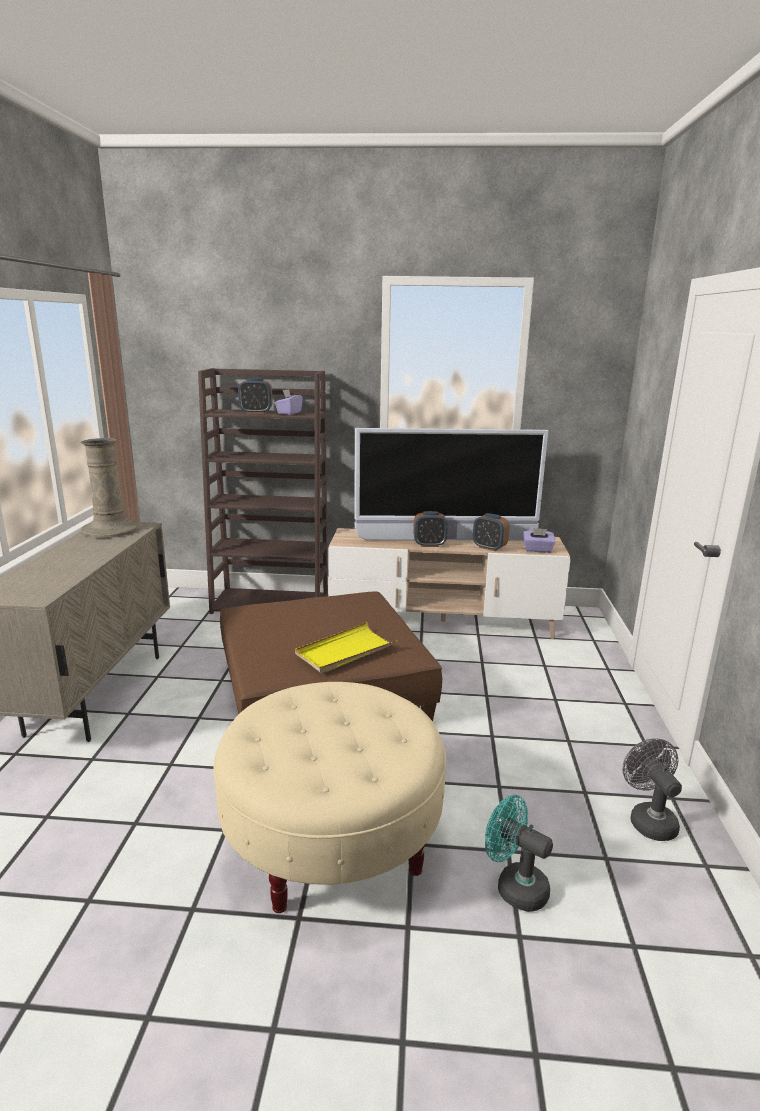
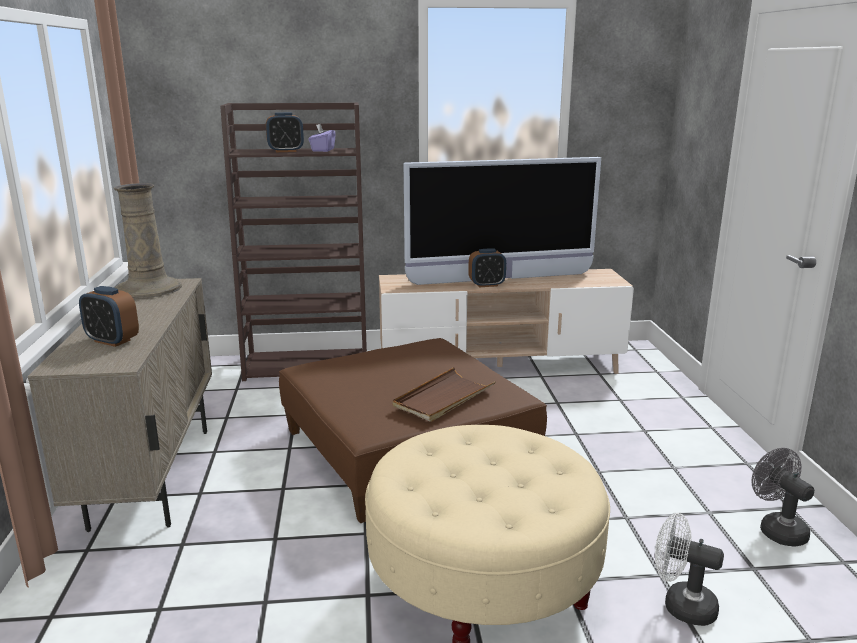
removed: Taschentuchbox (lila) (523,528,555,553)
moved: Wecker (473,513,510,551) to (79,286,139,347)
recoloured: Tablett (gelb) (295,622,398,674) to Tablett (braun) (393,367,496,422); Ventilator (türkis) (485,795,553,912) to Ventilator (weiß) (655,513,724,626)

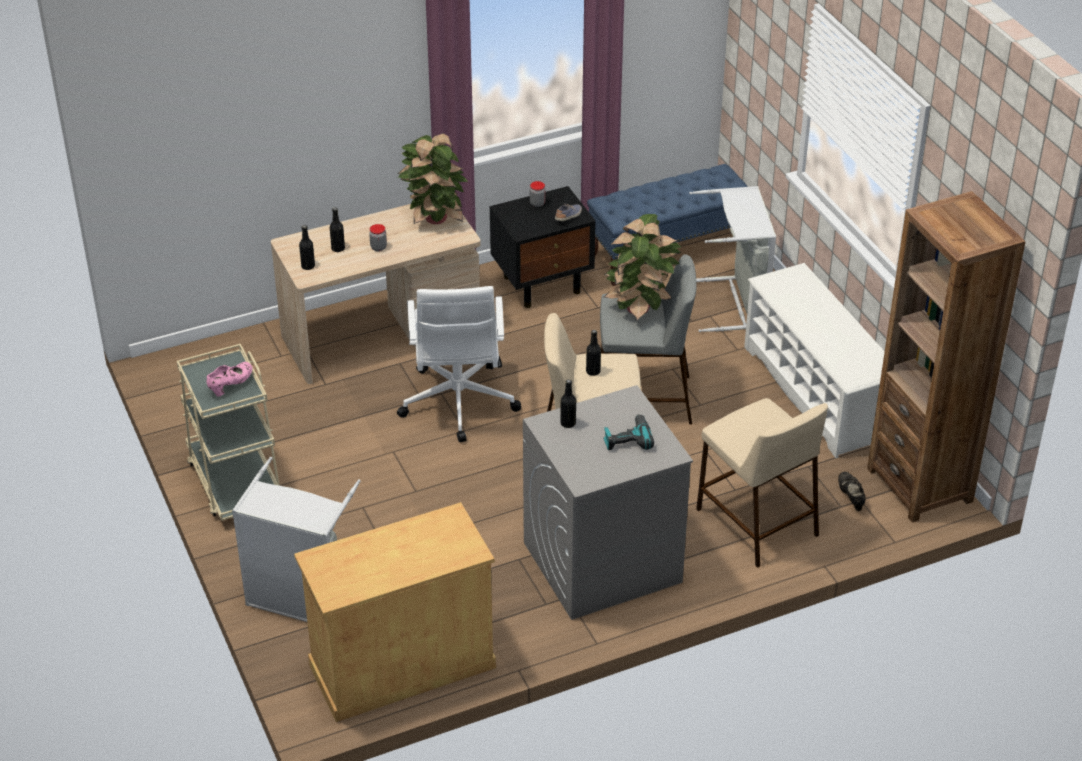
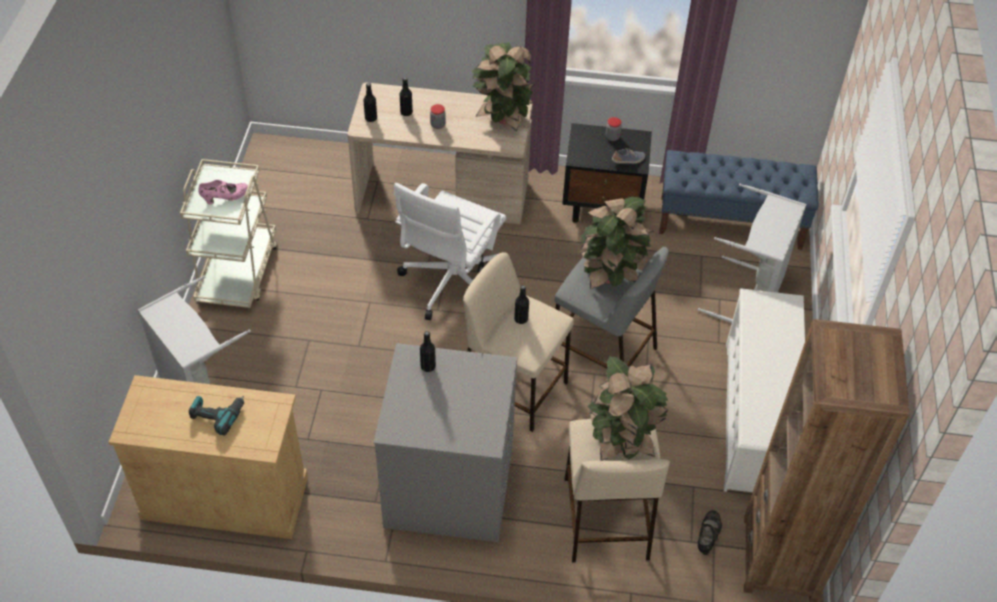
added: Topfpflanze (587,357,669,461)
moved: Bohrmaschine (603,413,654,450) to (189,396,244,435)

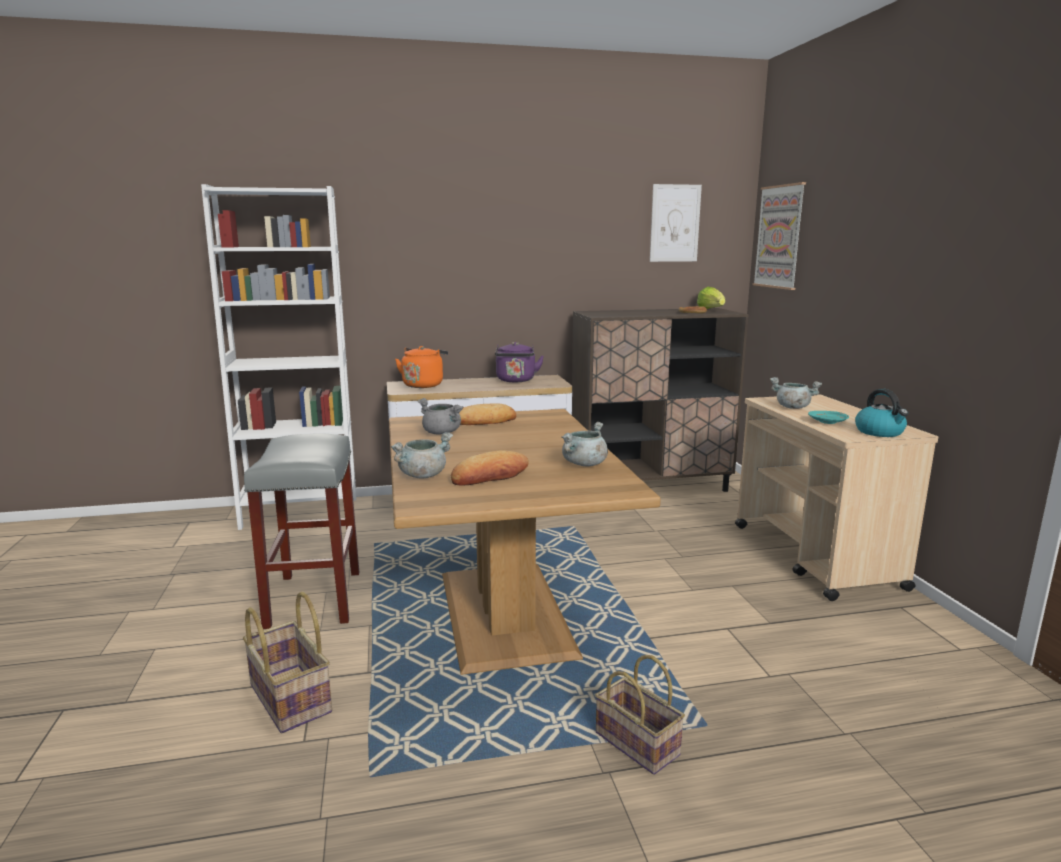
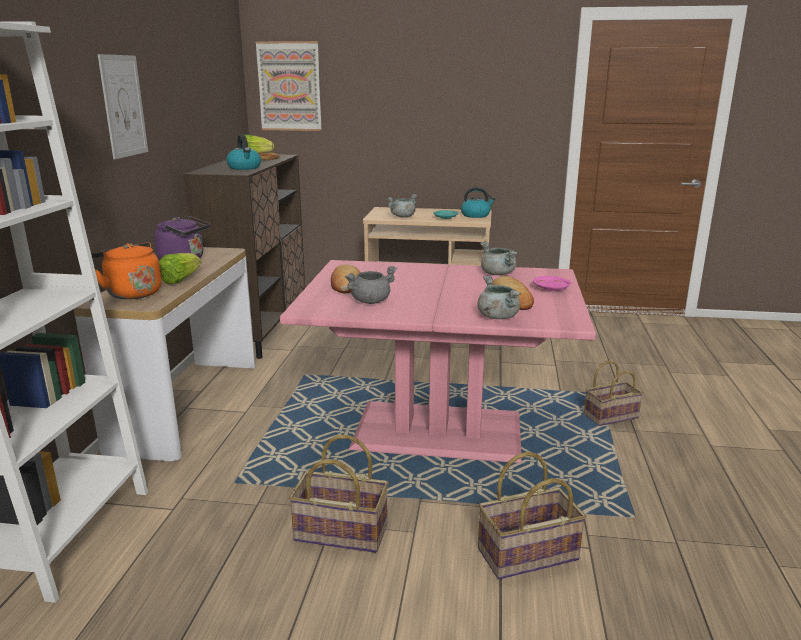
added: Salatkopf (159,253,201,284); Wasserkessel (226,135,261,170); Teller (rosa) (533,276,571,291)
moved: Bild (650,184,702,262) to (98,54,148,159)
replaced: Hocker (grau) (244,433,359,629) to Korb (289,435,389,553)
recoloured: Esstisch (braun) (389,409,661,675) to Esstisch (rosa) (280,260,596,463)

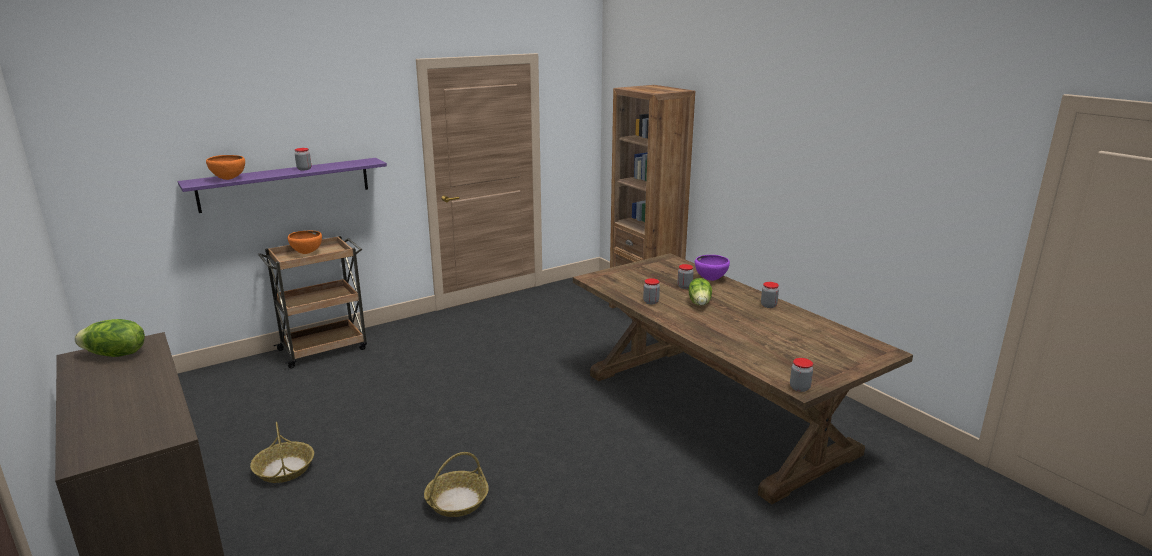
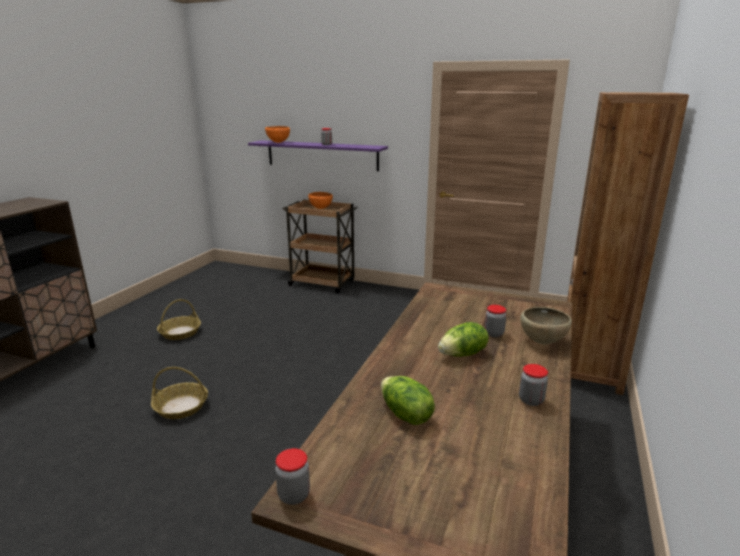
removed: Vorratsglas (643,278,660,304)
moved: Salatkopf (75,319,145,357) to (381,376,435,425)
recoloured: Schüssel (lila) (695,255,730,281) to Schüssel (braun) (520,307,572,345)

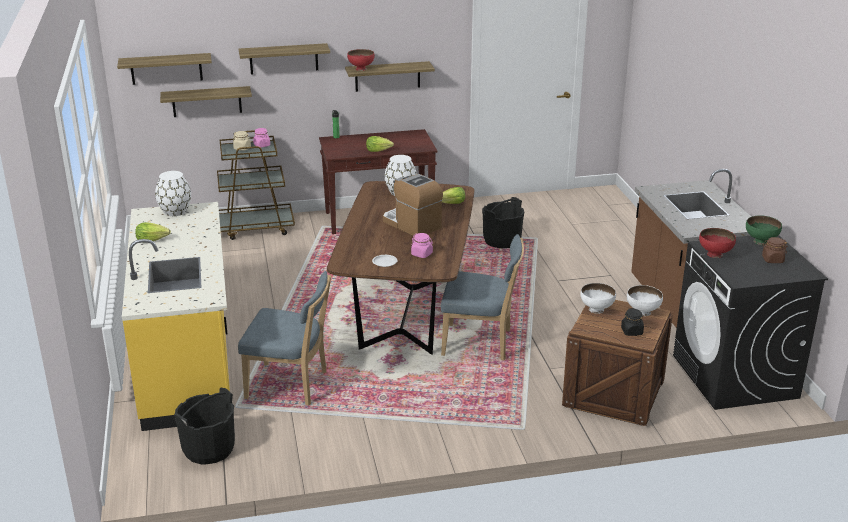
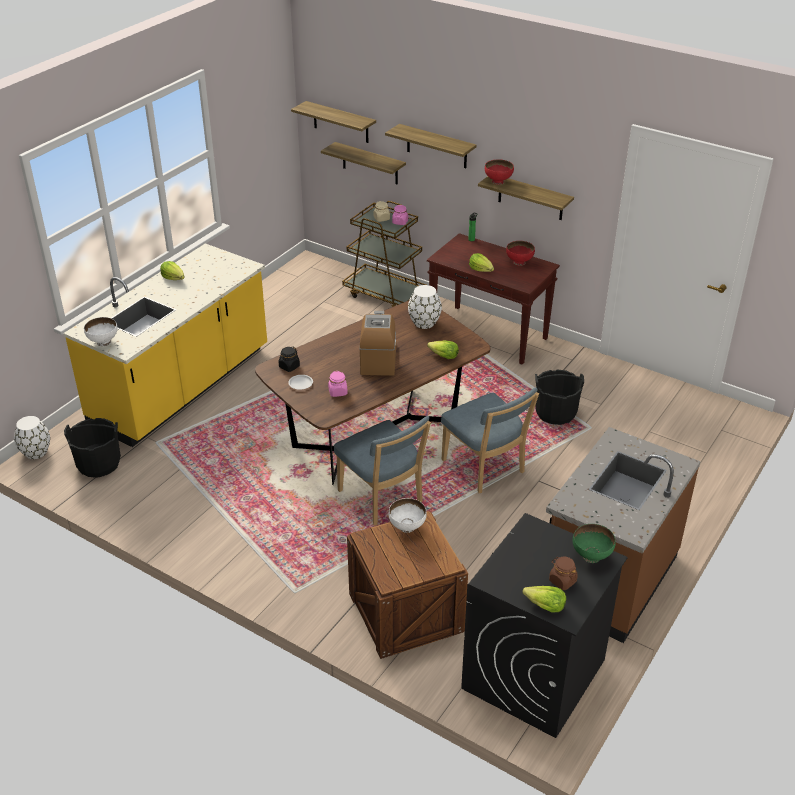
added: Salatkopf (522,586,566,613)
moved: Vase (weiß) (155,171,191,216) to (14,416,50,459); Schüssel (weiß) (627,285,663,316) to (84,317,118,346); Vorratsglas (schwarz) (621,308,644,336) to (279,346,300,372); Stuhl (blau) (238,271,331,406) to (441,388,539,493); Schüssel (rot) (699,228,736,258) to (506,241,535,266)

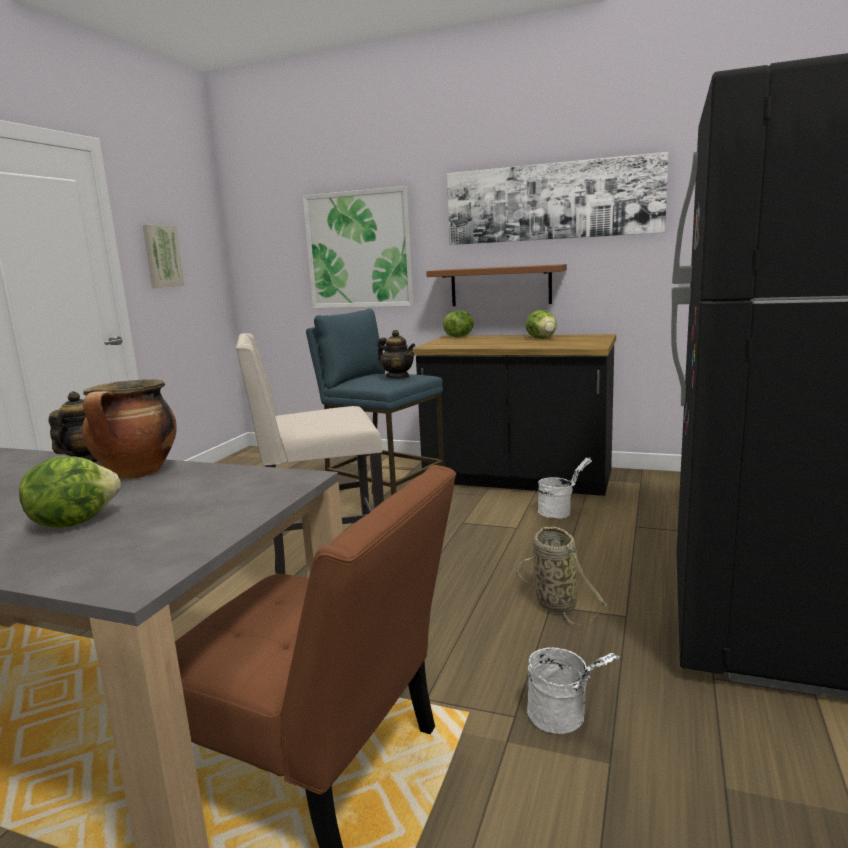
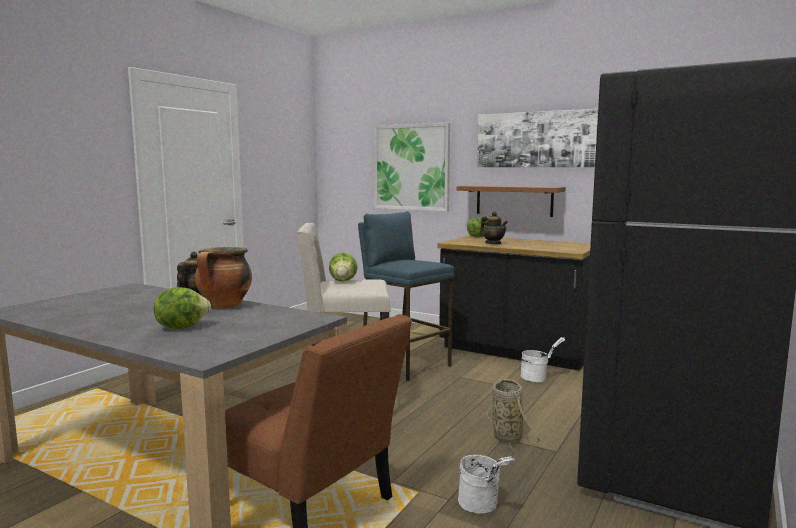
removed: Bild (143,225,185,288)
moved: Salatkopf (525,310,557,339) to (329,253,358,282); Teekanne (378,330,415,378) to (480,211,508,244)

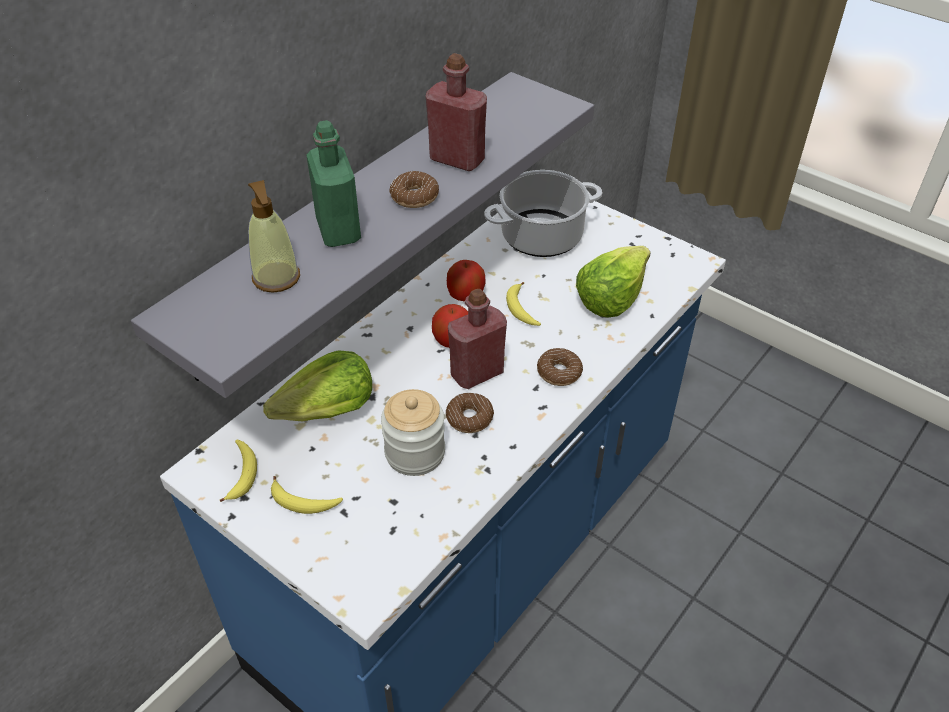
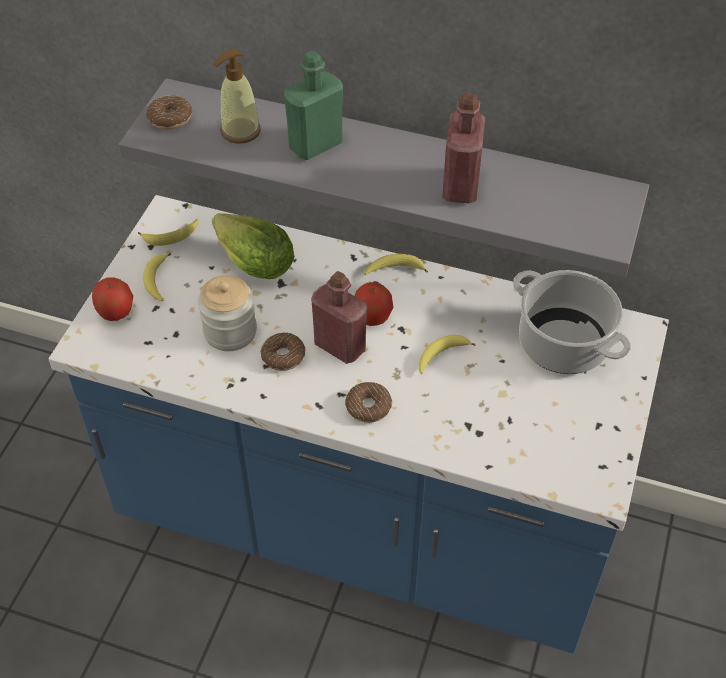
removed: Salatkopf (576,246,651,318)
added: Banane (364,254,428,275)
moved: Apfel (447,260,486,302) to (92,277,133,321); Donut (389,171,439,208) to (146,95,192,130)

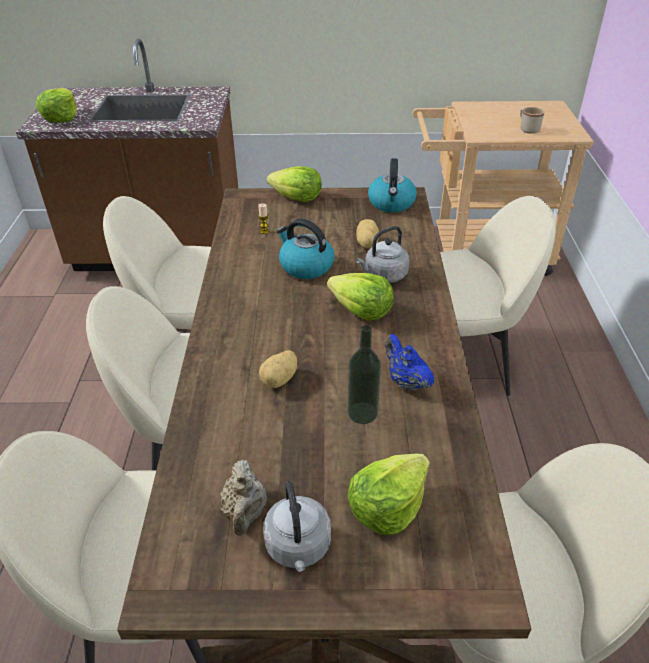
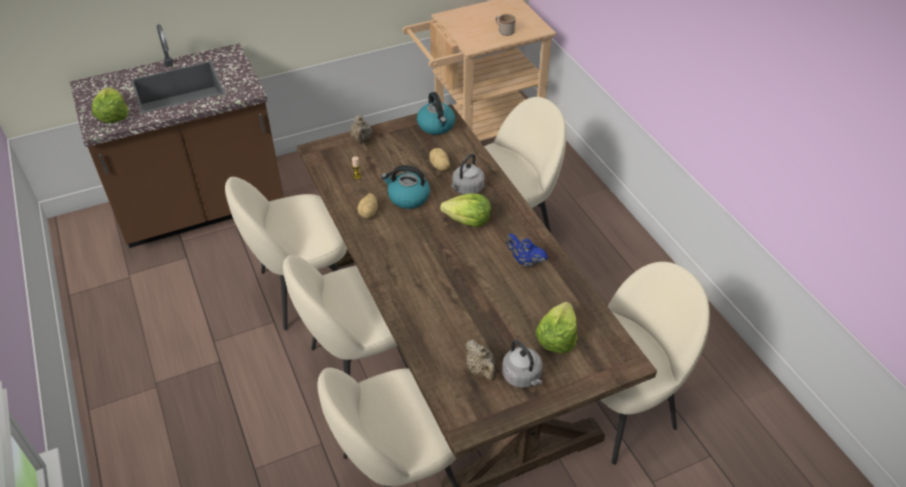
removed: Flasche (348,324,381,424)
moved: Kartoffel (259,350,297,388) to (357,193,378,218)
replaced: Salatkopf (267,166,322,202) to Teekanne (beige) (350,115,372,144)

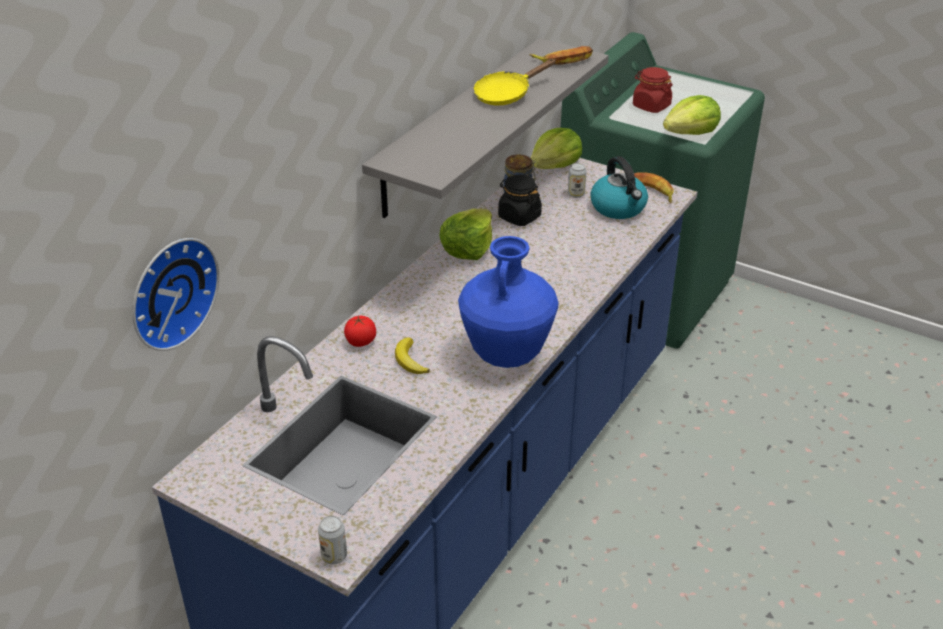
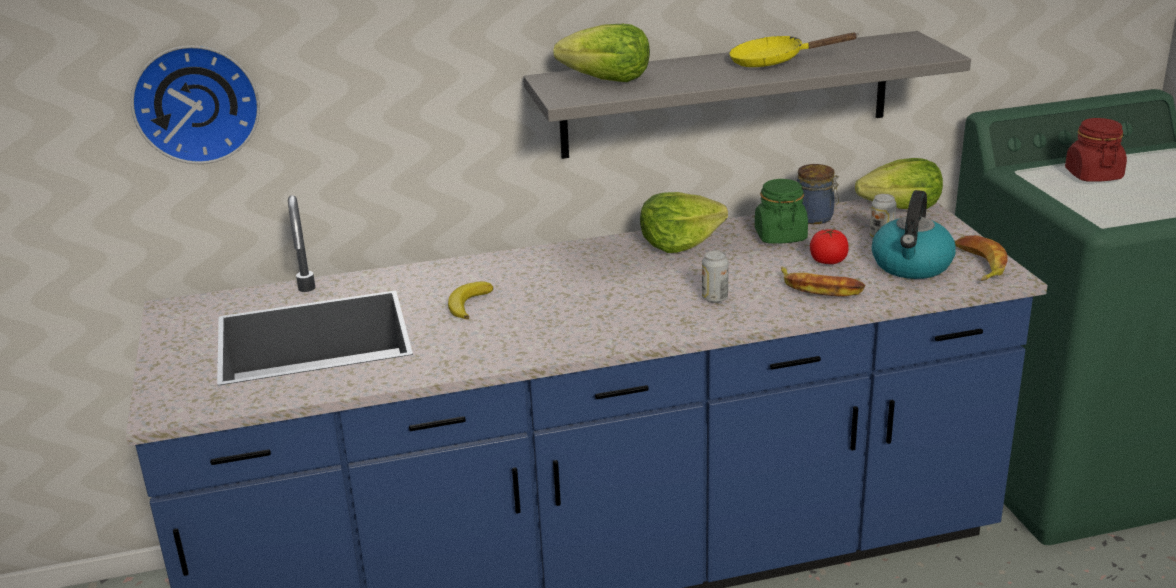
removed: Vase (blau) (458,236,559,368)
moved: Salatkopf (663,95,721,135) to (554,24,650,82); Dose (318,516,347,564) to (702,250,729,303); Banane (530,46,593,65) to (781,267,866,296); Tomate (344,316,376,347) to (810,229,849,264)
recoloured: Vorratsglas (schwarz) (498,175,542,226) to Vorratsglas (grün) (755,179,808,244)

